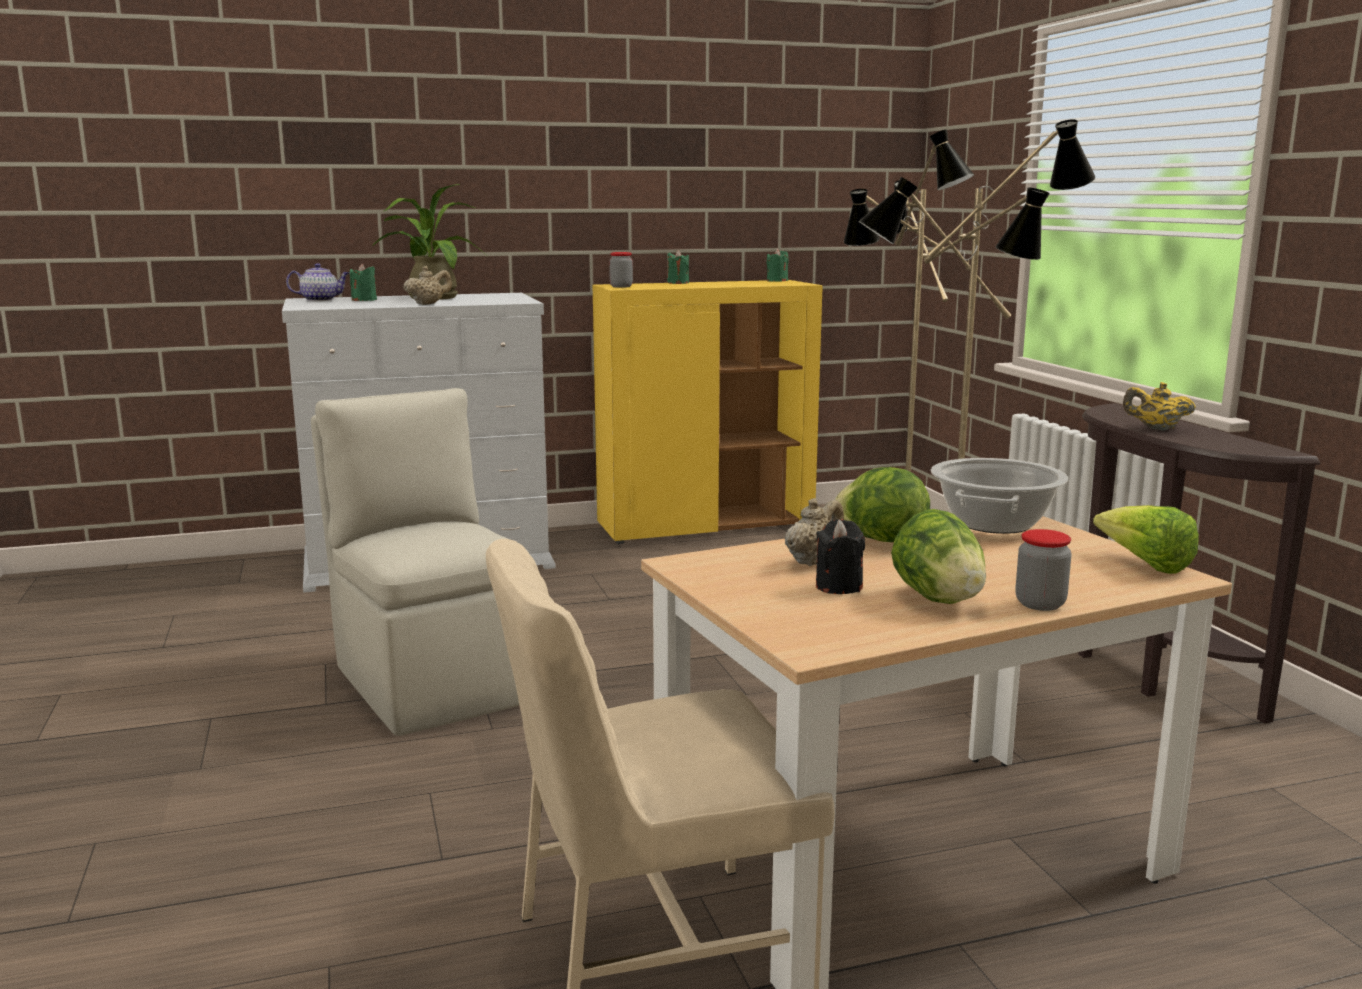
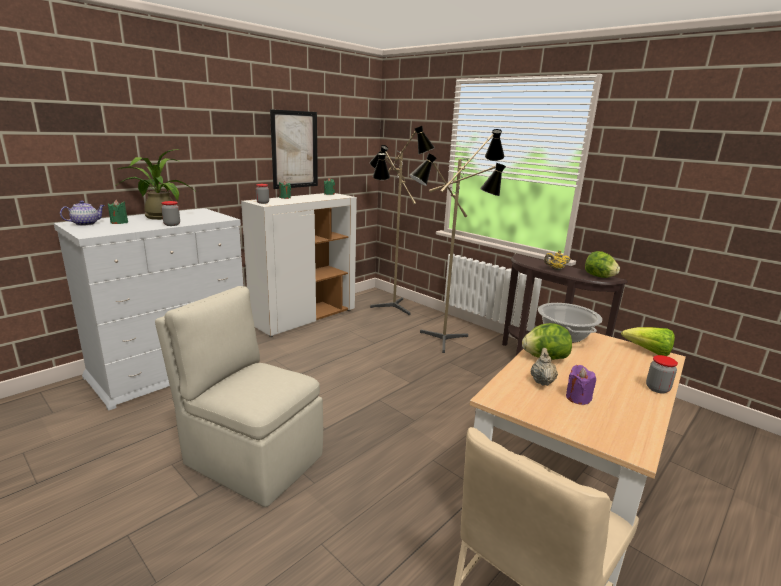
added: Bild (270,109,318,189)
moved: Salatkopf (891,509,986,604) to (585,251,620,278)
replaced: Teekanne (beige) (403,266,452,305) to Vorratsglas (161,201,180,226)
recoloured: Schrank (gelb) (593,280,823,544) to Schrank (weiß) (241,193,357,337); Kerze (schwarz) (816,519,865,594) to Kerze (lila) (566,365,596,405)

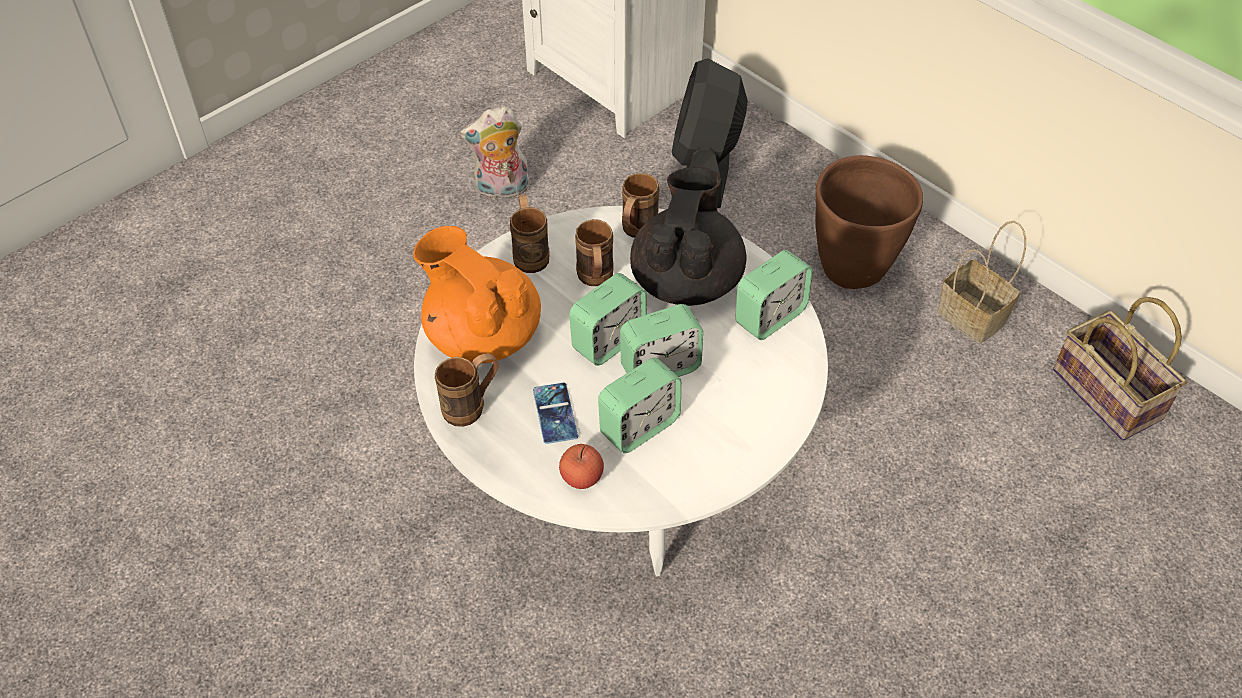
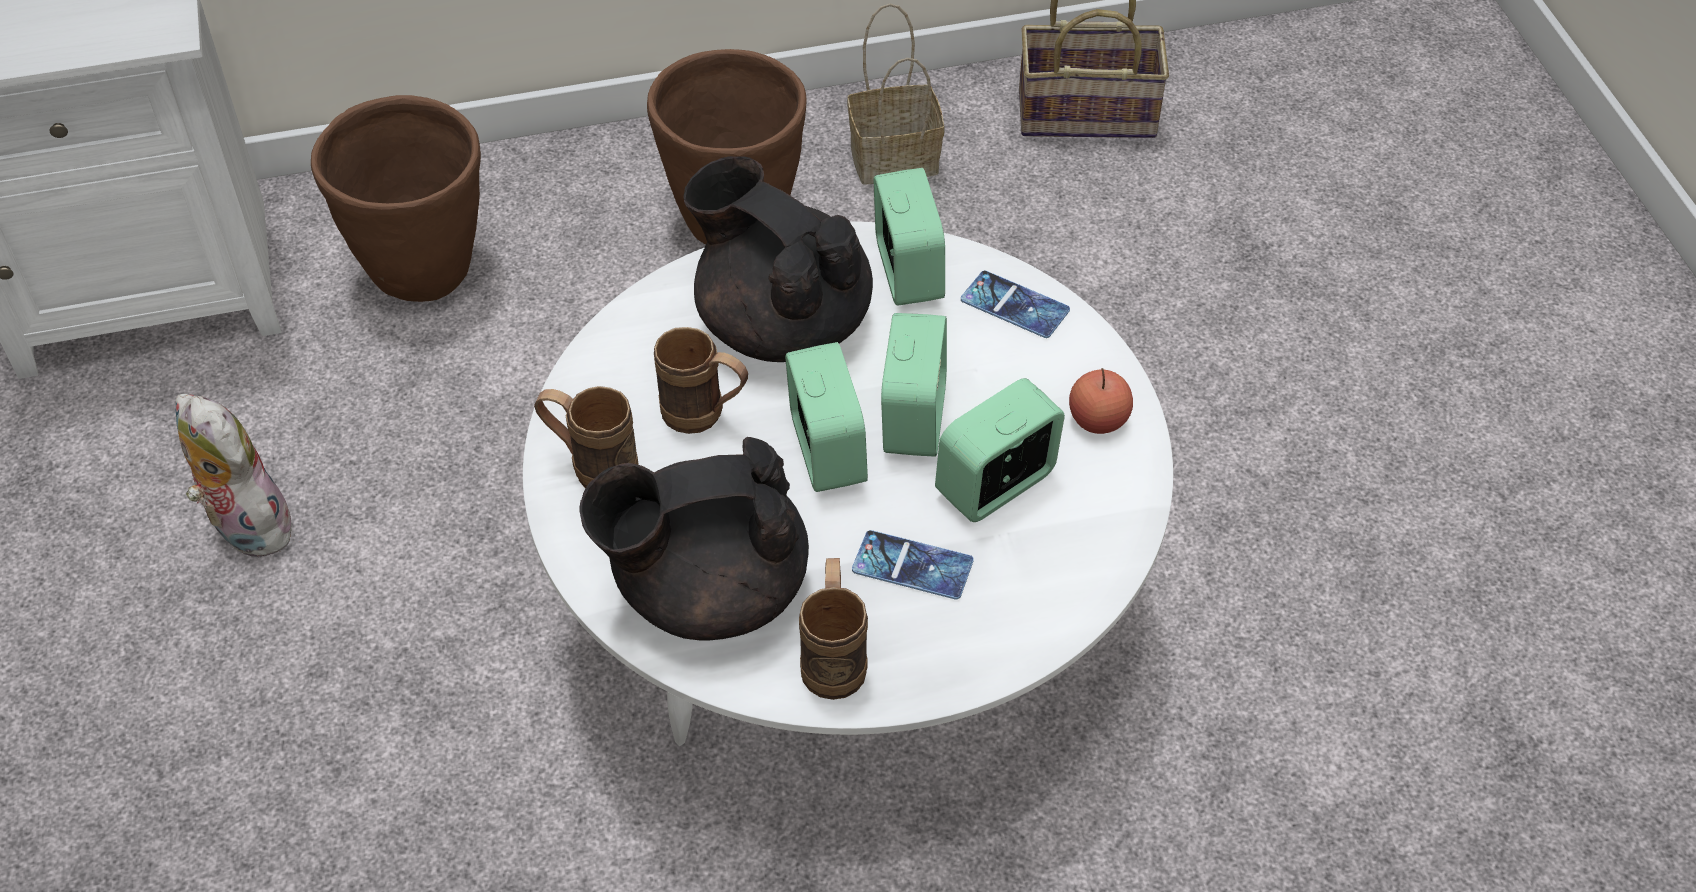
removed: Henkelbecher (braun) (622,173,659,238)
added: Handy (961,271,1070,338)
moved: Apfel (559,444,604,489) to (1069,368,1133,434)
replaced: Ventilator (schwarz) (672,58,748,208) to Pflanzkübel (braun) (311,95,481,302)
recoloured: Teekanne (orange) (413,226,541,363) to Teekanne (schwarz) (579,437,809,641)
turned: Plüschtier (460,106,529,200) = (176,394,300,558) 120 degrees clockwise; Wecker (598,358,681,453) = (935,378,1065,522) 120 degrees counterclockwise

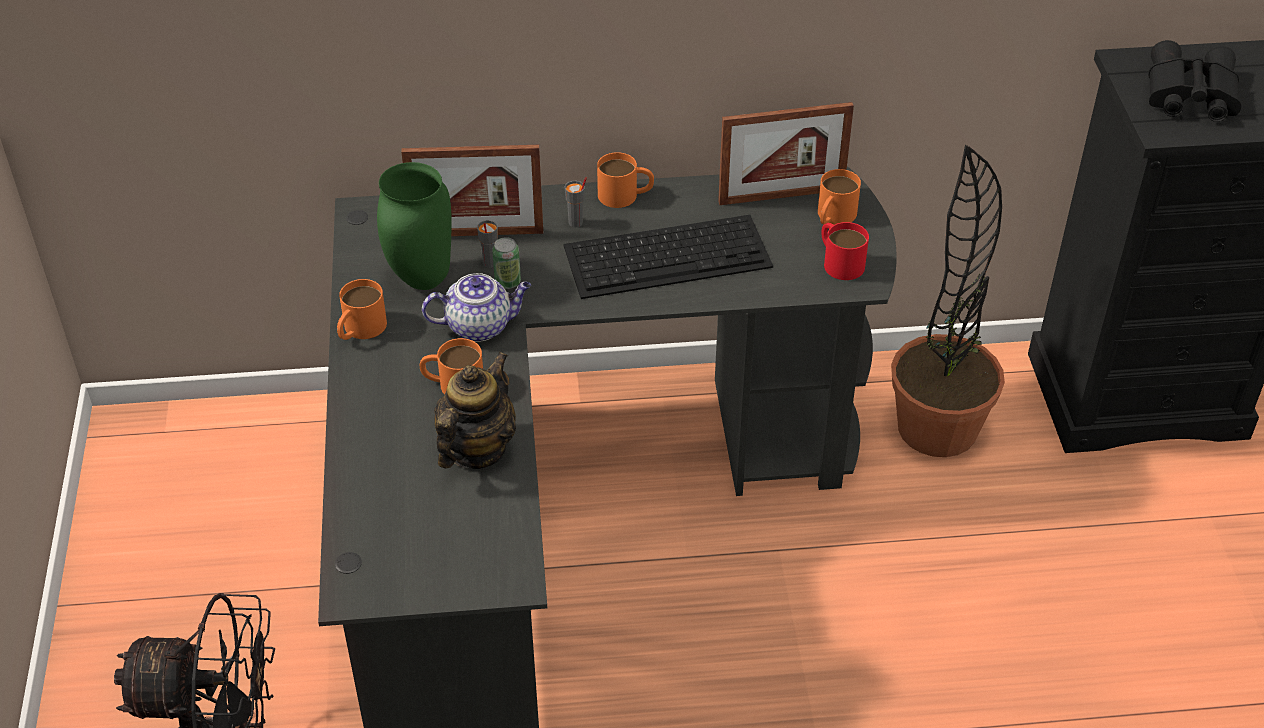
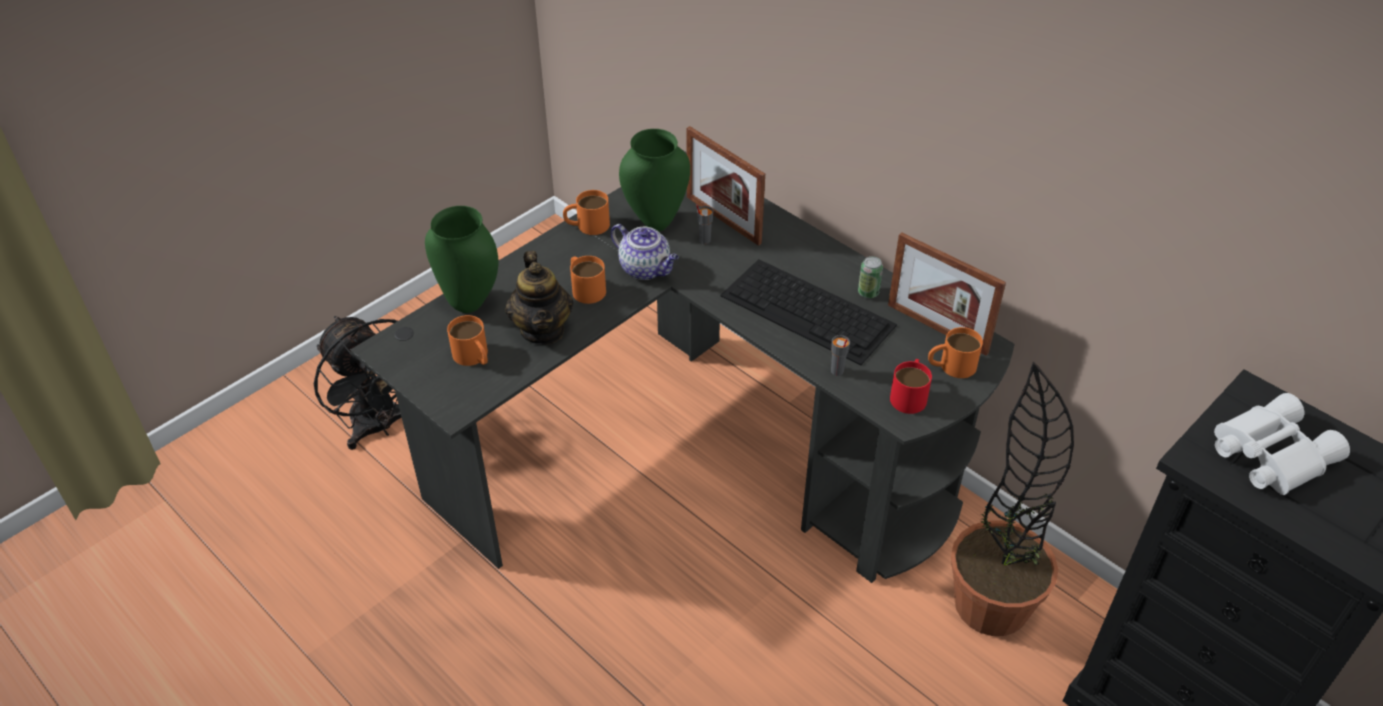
added: Vase (grün) (425,206,498,313)
moved: Henkelbecher (orange) (597,152,654,208) to (447,315,488,366); Tasse (grau) (565,177,587,227) to (831,335,850,376); Dose (492,237,521,289) to (858,256,883,298)
recoloured: Fernglas (schwarz) (1148,40,1241,122) to Fernglas (weiß) (1214,393,1350,495)
turned: Teekanne (434,352,516,469) = (505,251,573,345) 90 degrees clockwise

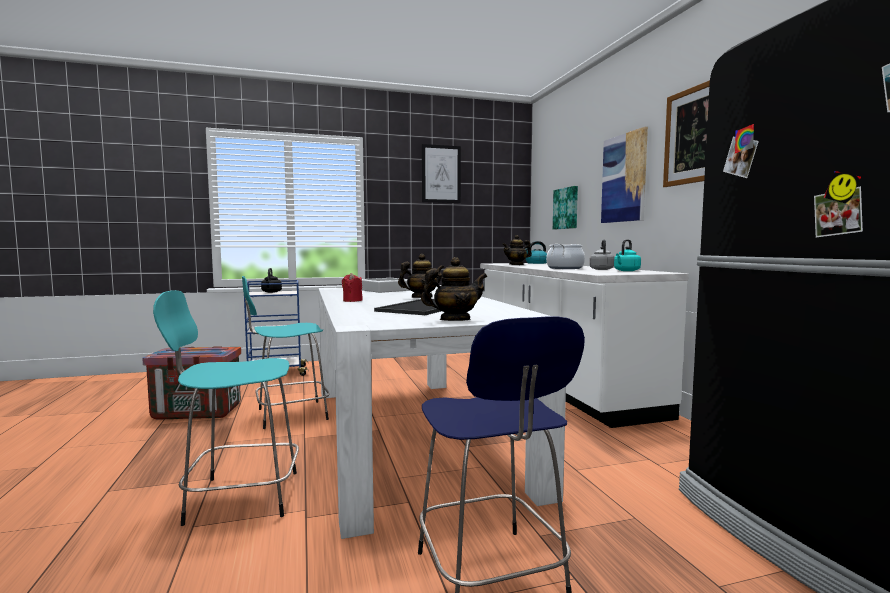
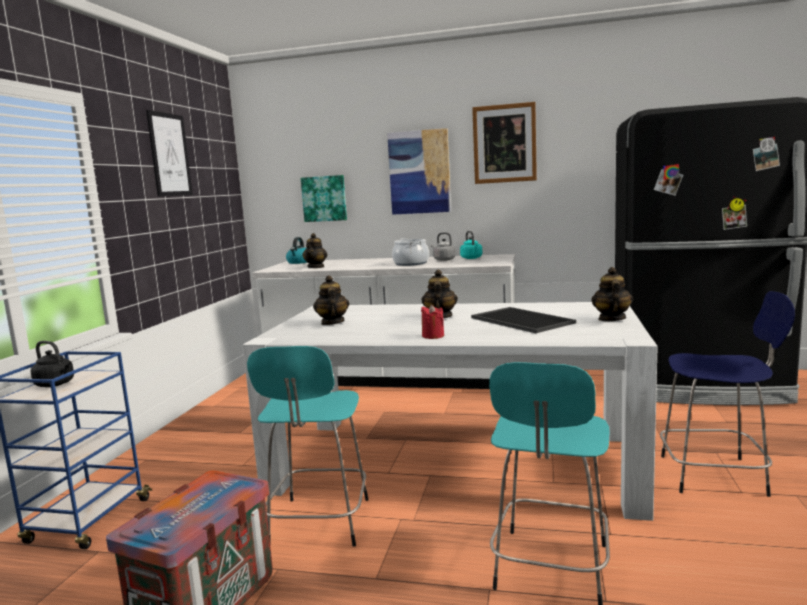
replaced: Tablett (grau) (362,278,410,293) to Teekanne (313,275,349,325)

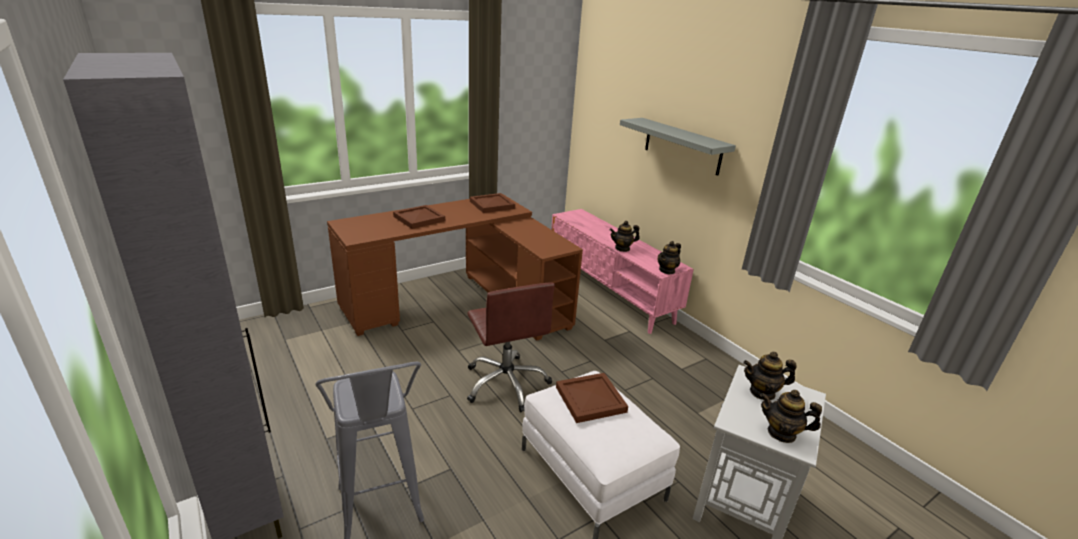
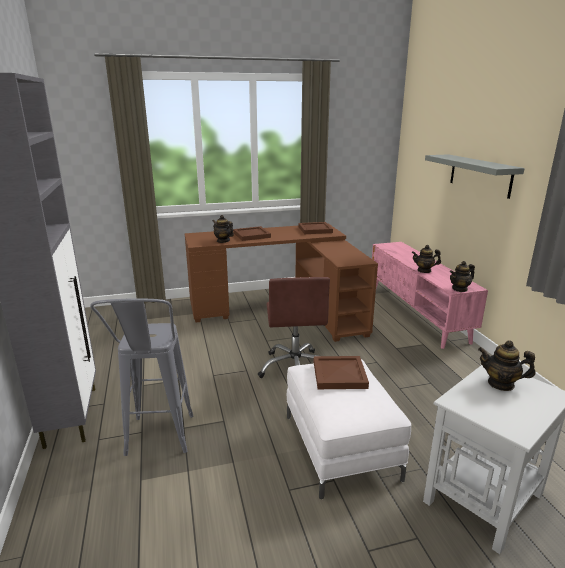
moved: Teekanne (760,390,822,443) to (213,215,234,243)

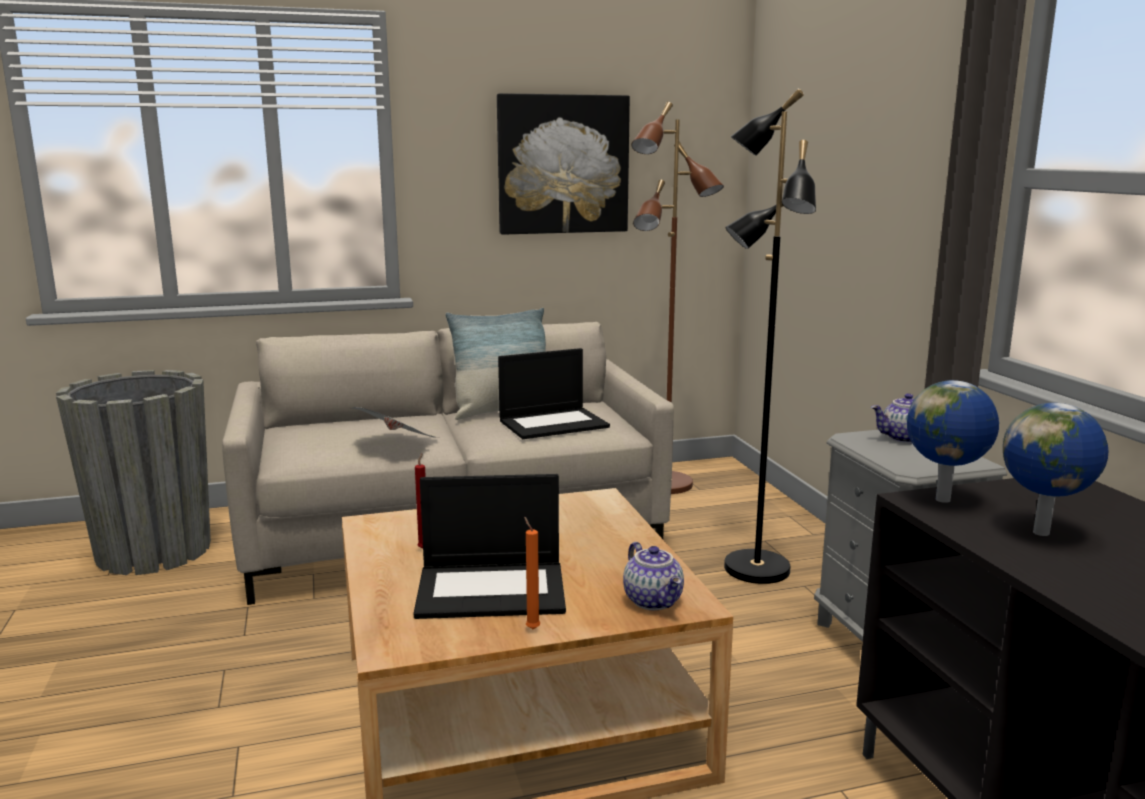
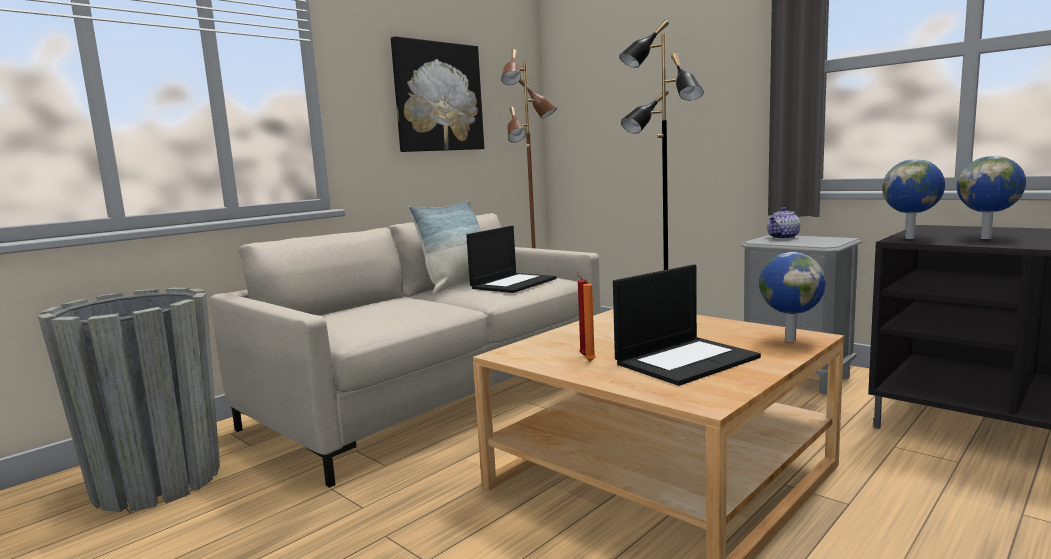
removed: Zeitung (351,407,434,437)
moved: Kerze (orange) (524,516,541,629) to (578,275,596,362)
replaced: Teekanne (623,542,684,610) to Globus (759,252,826,342)

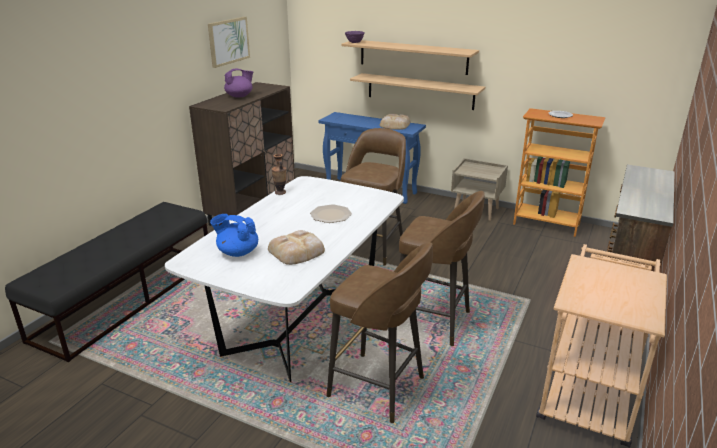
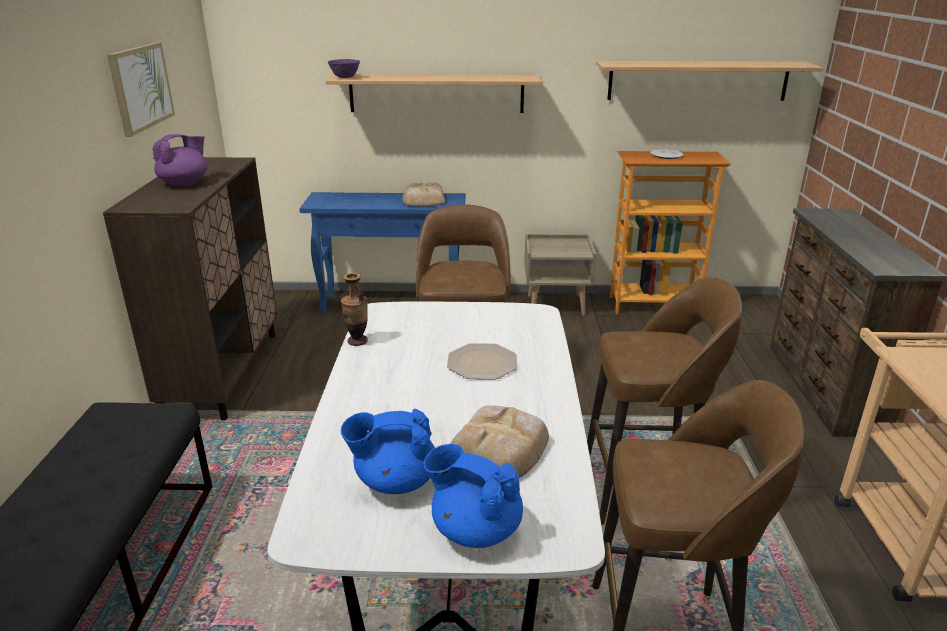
added: Teekanne (blau) (424,444,523,548)
moved: Wandregal (350,73,485,110) to (596,61,823,101)

